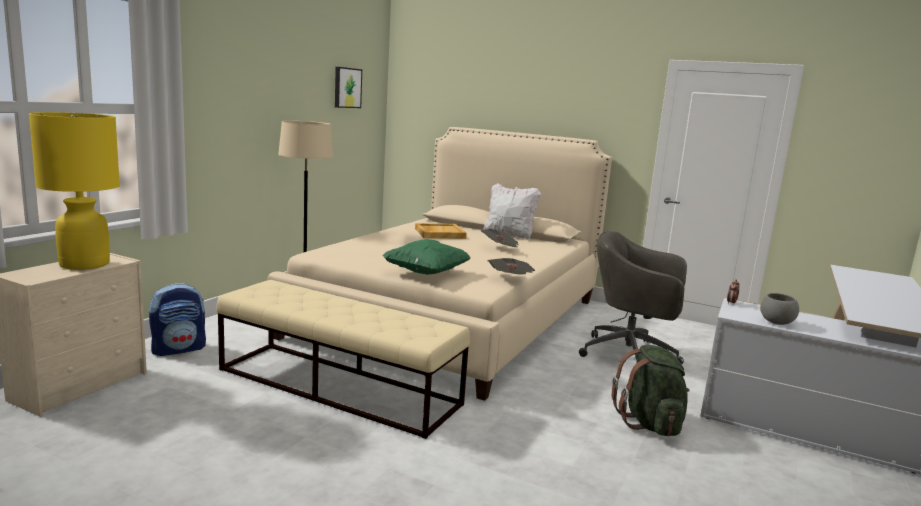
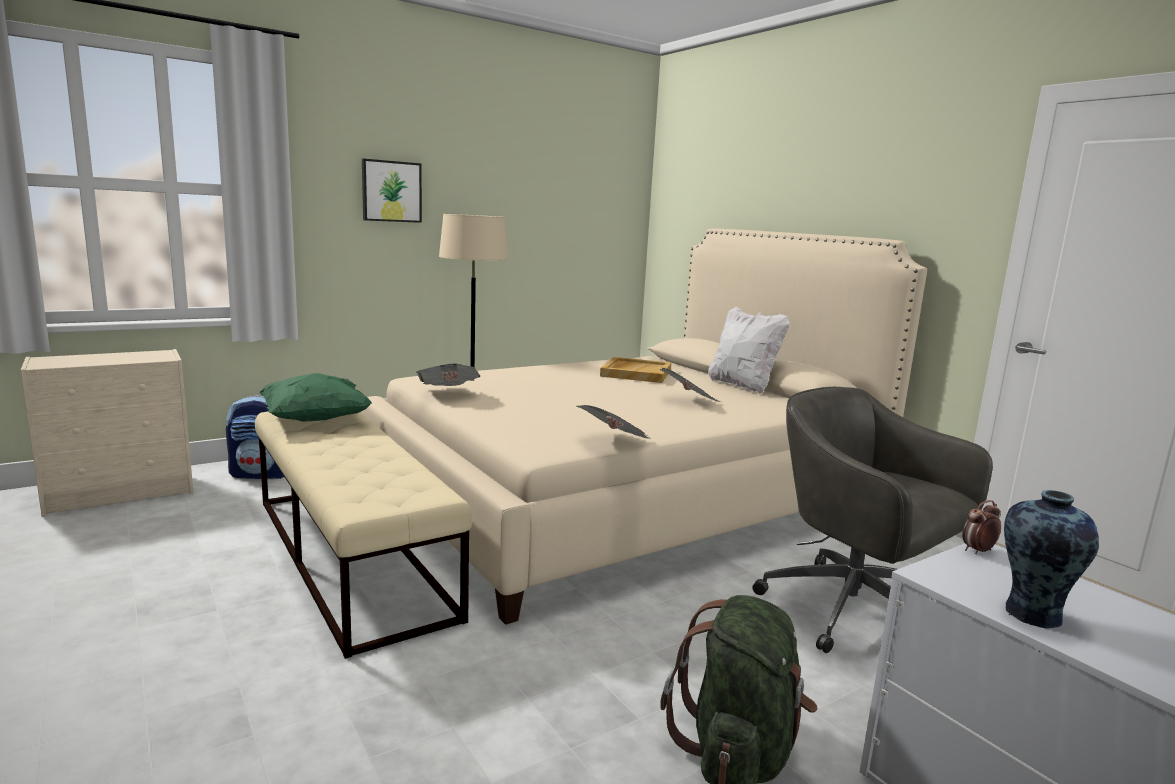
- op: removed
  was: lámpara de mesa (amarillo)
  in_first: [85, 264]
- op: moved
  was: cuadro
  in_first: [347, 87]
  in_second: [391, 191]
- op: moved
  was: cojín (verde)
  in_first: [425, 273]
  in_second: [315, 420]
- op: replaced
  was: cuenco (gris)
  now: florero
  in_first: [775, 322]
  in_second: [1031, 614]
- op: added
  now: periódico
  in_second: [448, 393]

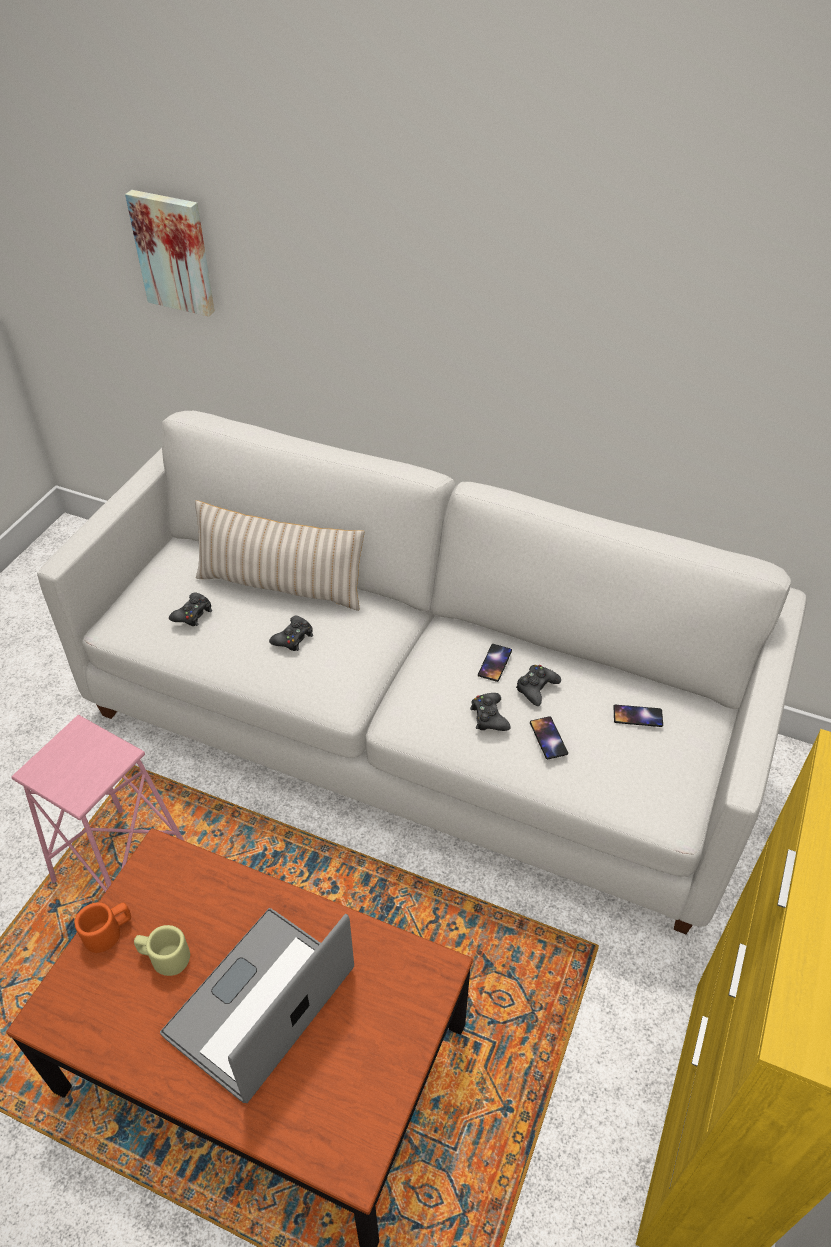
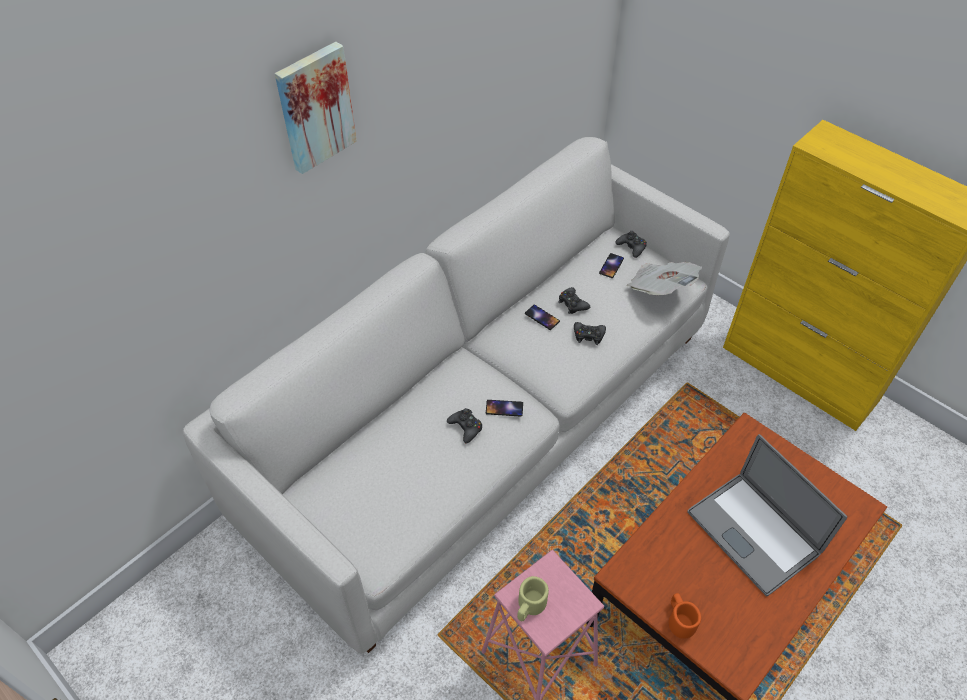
- op: moved
  was: cuadro
  in_first: [174, 252]
  in_second: [314, 107]
- op: moved
  was: taza grande (beis)
  in_first: [164, 957]
  in_second: [529, 606]
- op: moved
  was: mando de consola (negro)
  in_first: [193, 614]
  in_second: [631, 247]
- op: removed
  was: cojín (beis)
  in_first: [280, 585]
- op: moved
  was: móvil
  in_first: [548, 738]
  in_second: [504, 408]
- op: added
  now: periódico
  in_second: [660, 289]

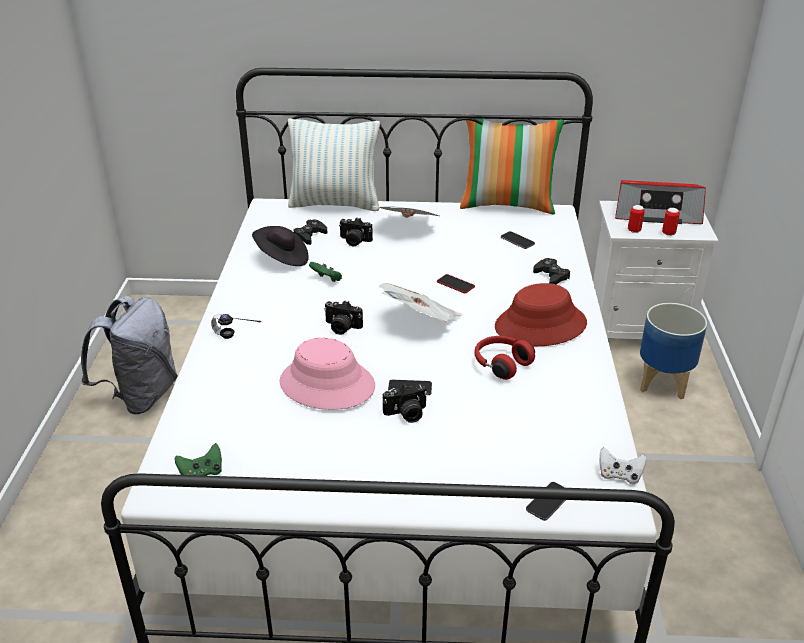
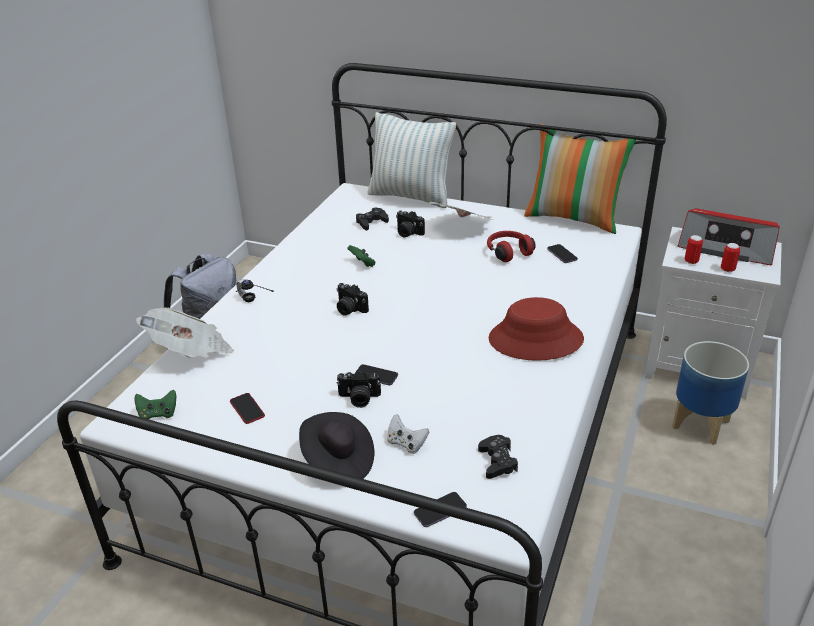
- op: moved
  was: sombrero (negro)
  in_first: [282, 259]
  in_second: [338, 461]
- op: removed
  was: sombrero (rosa)
  in_first: [326, 384]
- op: moved
  was: periódico
  in_first: [422, 321]
  in_second: [191, 352]
- op: moved
  was: móvil
  in_first: [455, 284]
  in_second: [247, 409]
- op: moved
  was: auriculares (rojo)
  in_first: [501, 364]
  in_second: [508, 252]
- op: moved
  was: mando de consola (negro)
  in_first: [551, 276]
  in_second: [497, 461]
- op: moved
  was: mando de consola (blanco)
  in_first: [619, 475]
  in_second: [406, 444]

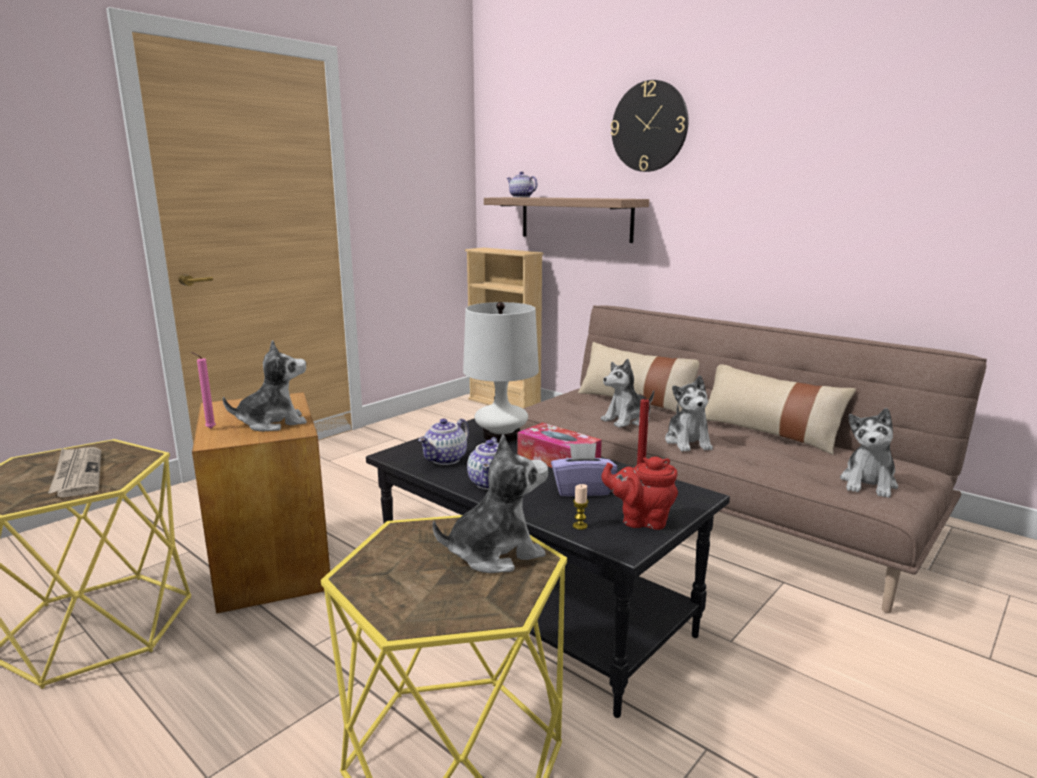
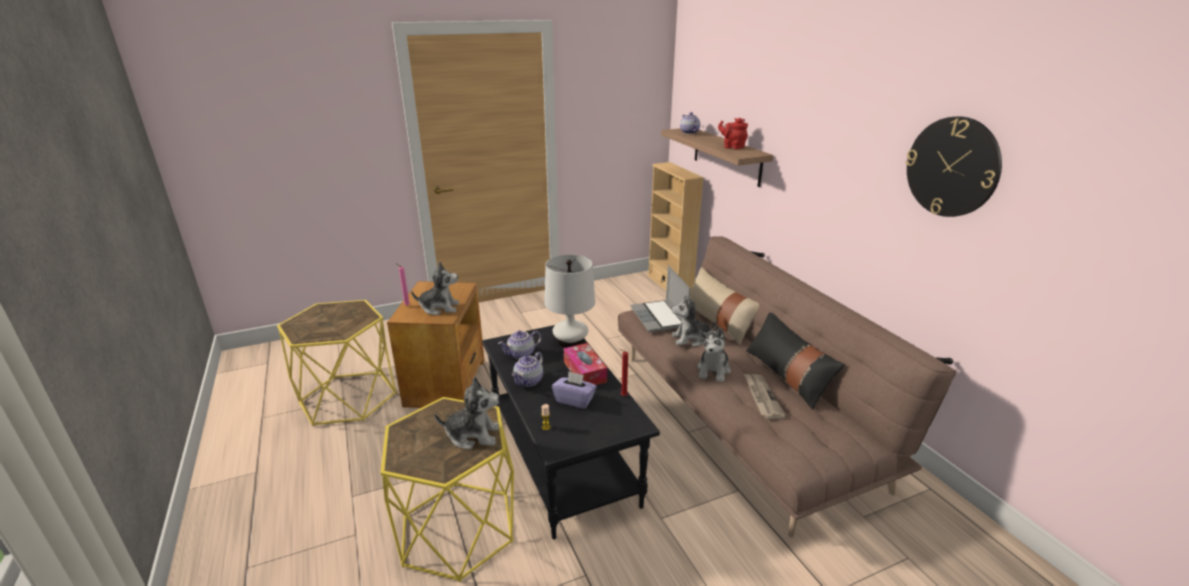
- op: moved
  was: periódico
  in_first: [77, 474]
  in_second: [762, 397]
- op: moved
  was: tetera (rojo)
  in_first: [641, 520]
  in_second: [732, 147]
- op: moved
  was: reloj de pared
  in_first: [649, 126]
  in_second: [952, 167]
- op: recoloured
  was: cojín (beis)
  now: cojín (negro)
  in_first: [769, 432]
  in_second: [787, 375]
- op: removed
  was: peluche
  in_first: [868, 483]
- op: added
  now: portátil
  in_second: [659, 318]

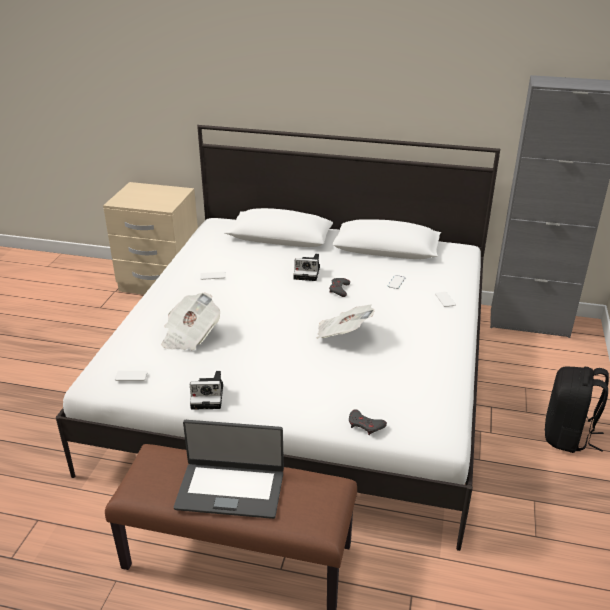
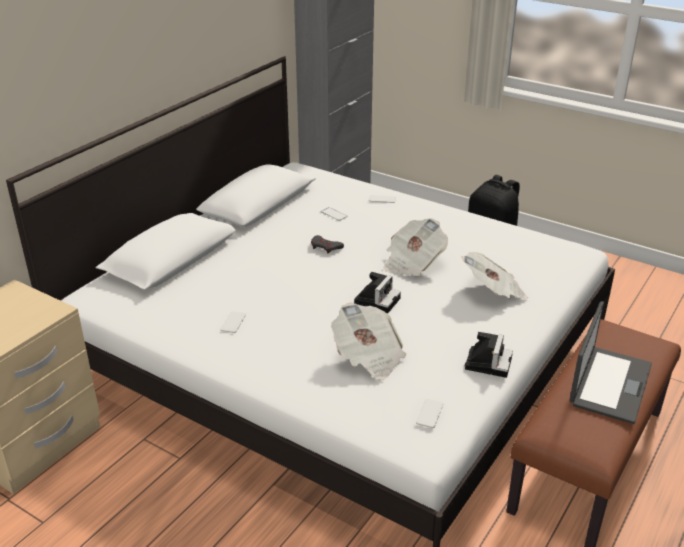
- op: moved
  was: cámara
  in_first: [308, 273]
  in_second: [377, 299]
- op: removed
  was: mando de consola (gris)
  in_first: [365, 425]
- op: added
  now: periódico
  in_second: [493, 291]

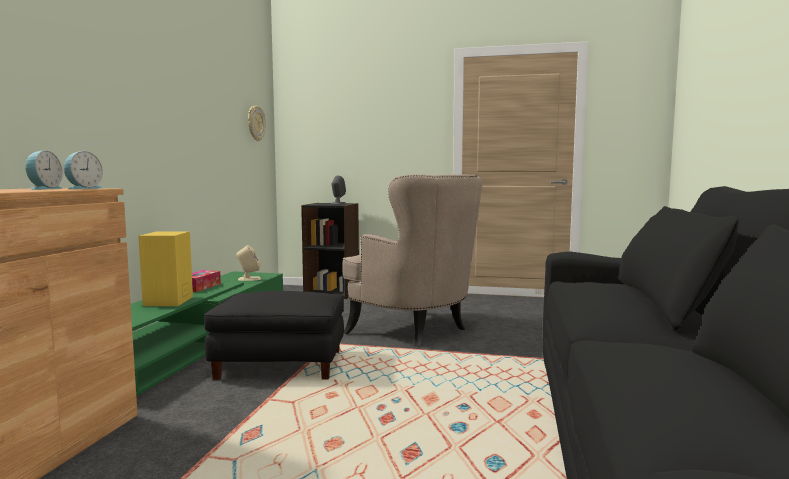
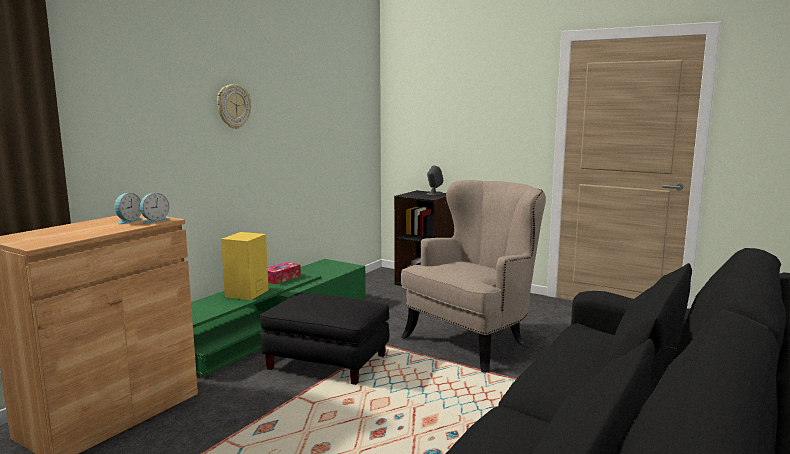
- op: removed
  was: altavoz (beis)
  in_first: [249, 279]
- op: moved
  was: reloj de pared
  in_first: [255, 123]
  in_second: [233, 106]
- op: turned
  was: sillón (beis)
  in_first: [416, 331]
  in_second: [473, 341]
  clockwise: -105

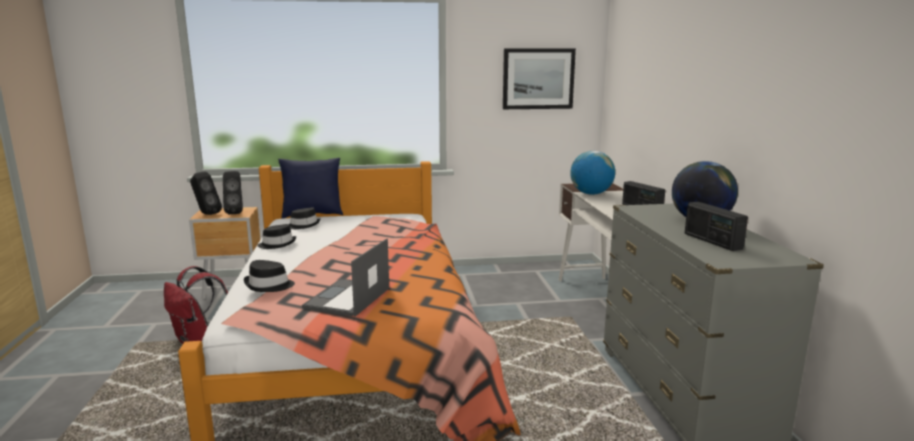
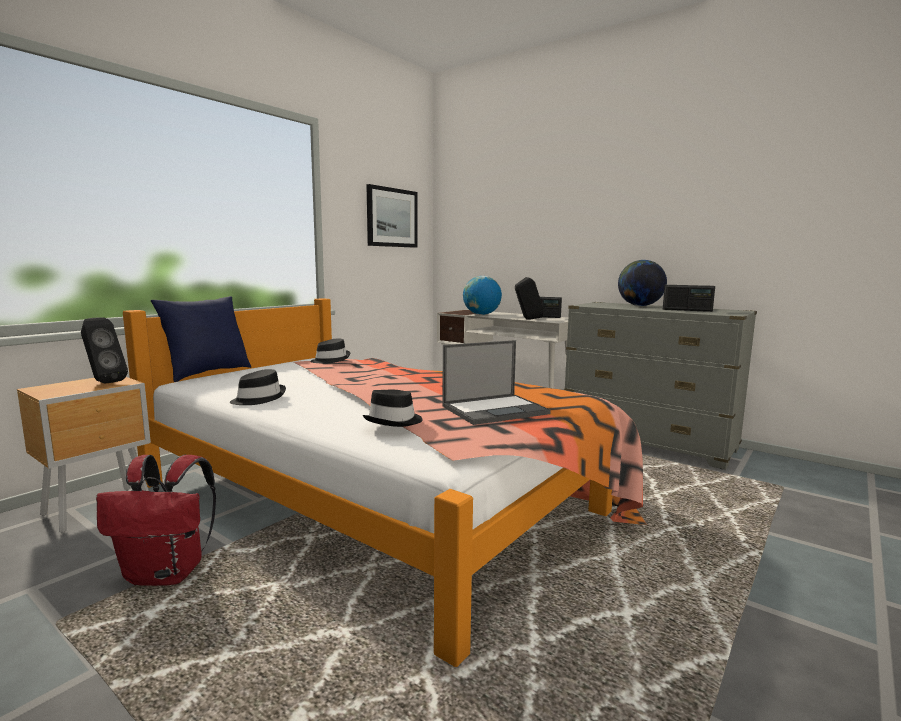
- op: moved
  was: altavoz (negro)
  in_first: [206, 214]
  in_second: [527, 319]
- op: moved
  was: sombrero (negro)
  in_first: [303, 225]
  in_second: [330, 360]
- op: turned
  was: portátil
  in_first: [347, 298]
  in_second: [495, 410]
  clockwise: -90

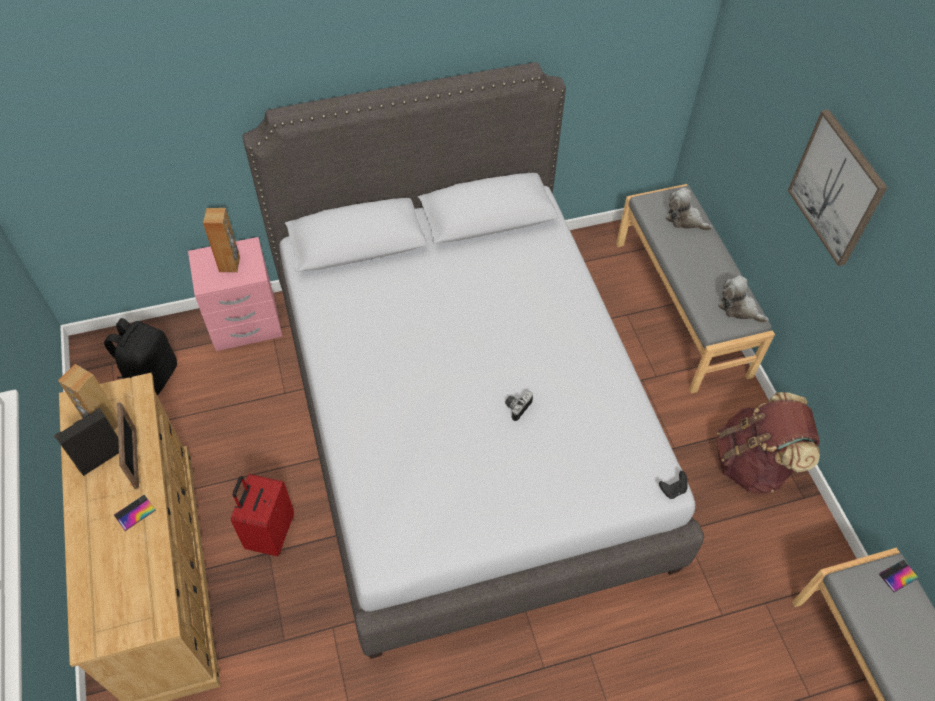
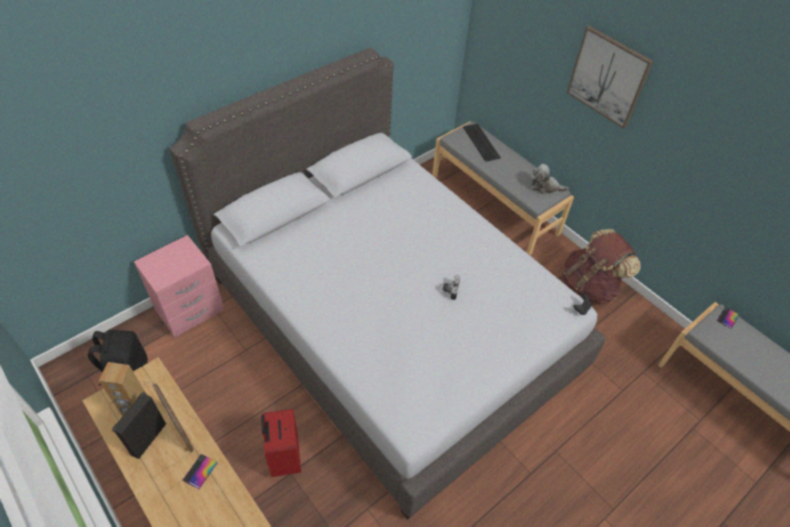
- op: removed
  was: altavoz (marrón)
  in_first: [230, 264]
- op: replaced
  was: peluche
  now: teclado
  in_first: [685, 219]
  in_second: [482, 142]

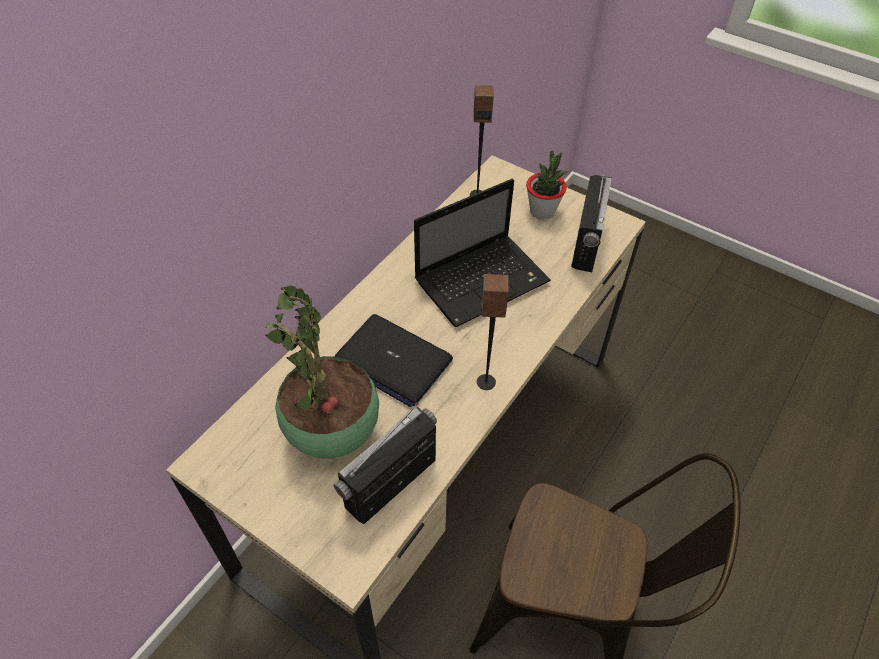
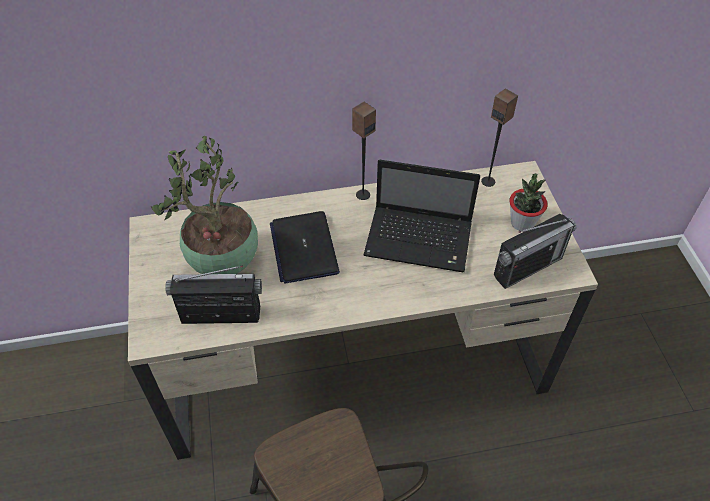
- op: moved
  was: altavoz
  in_first: [485, 382]
  in_second: [362, 194]

